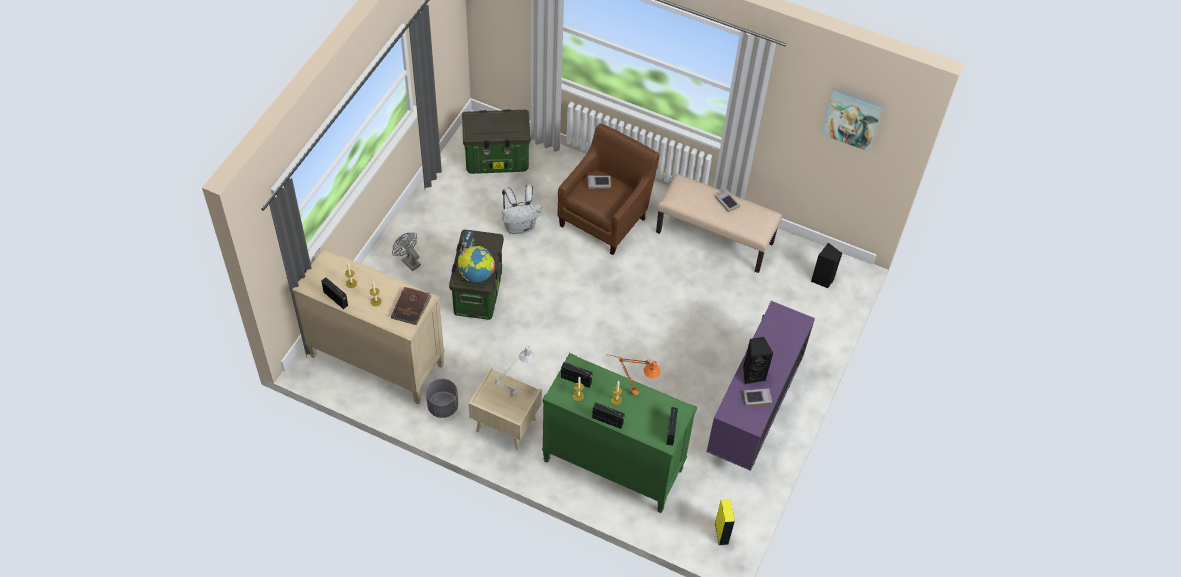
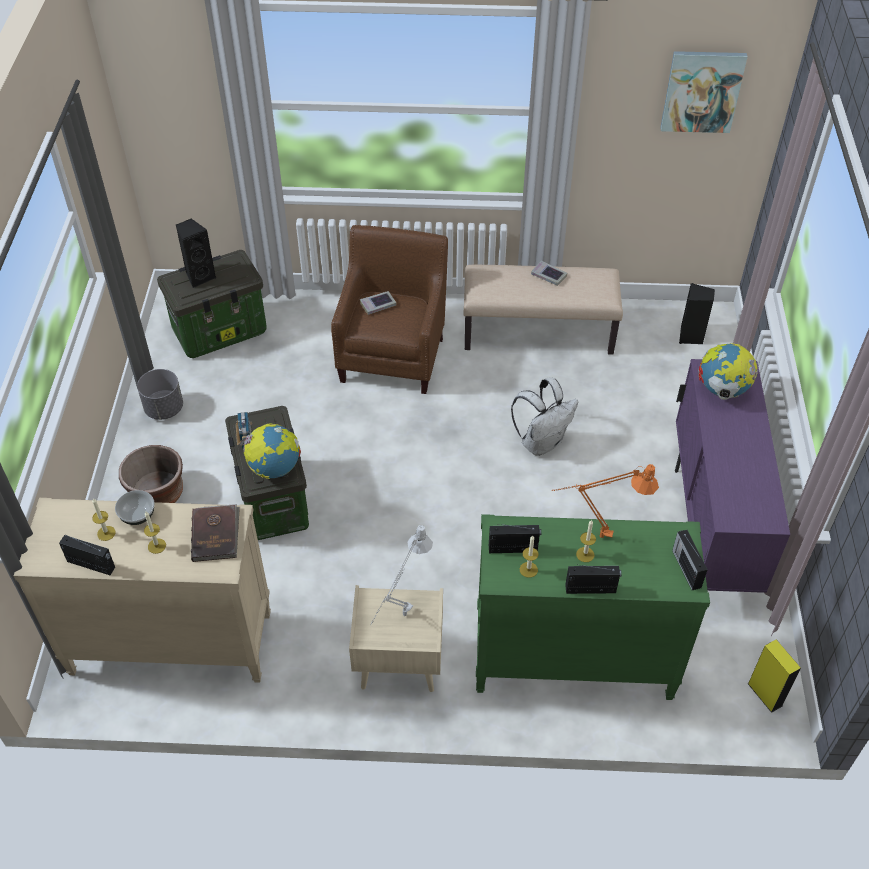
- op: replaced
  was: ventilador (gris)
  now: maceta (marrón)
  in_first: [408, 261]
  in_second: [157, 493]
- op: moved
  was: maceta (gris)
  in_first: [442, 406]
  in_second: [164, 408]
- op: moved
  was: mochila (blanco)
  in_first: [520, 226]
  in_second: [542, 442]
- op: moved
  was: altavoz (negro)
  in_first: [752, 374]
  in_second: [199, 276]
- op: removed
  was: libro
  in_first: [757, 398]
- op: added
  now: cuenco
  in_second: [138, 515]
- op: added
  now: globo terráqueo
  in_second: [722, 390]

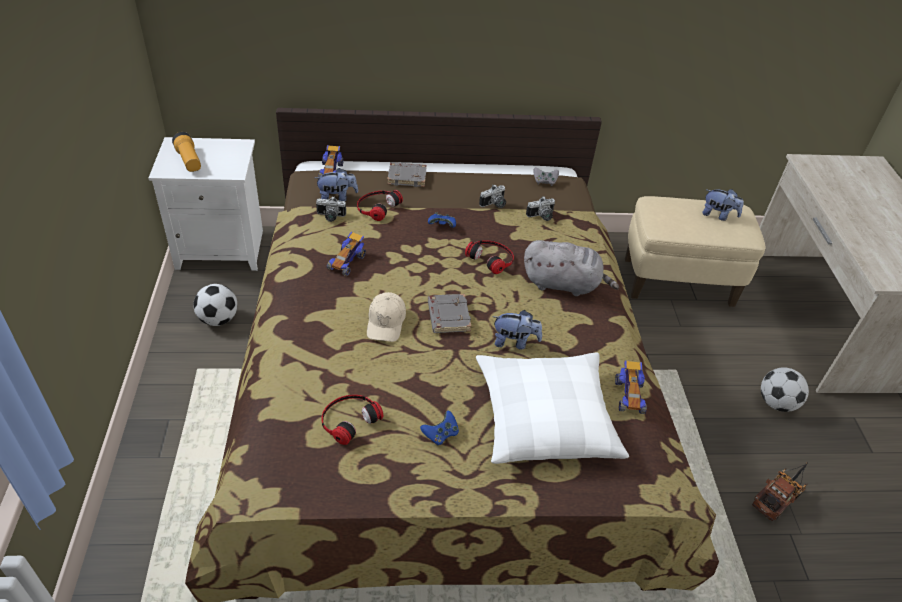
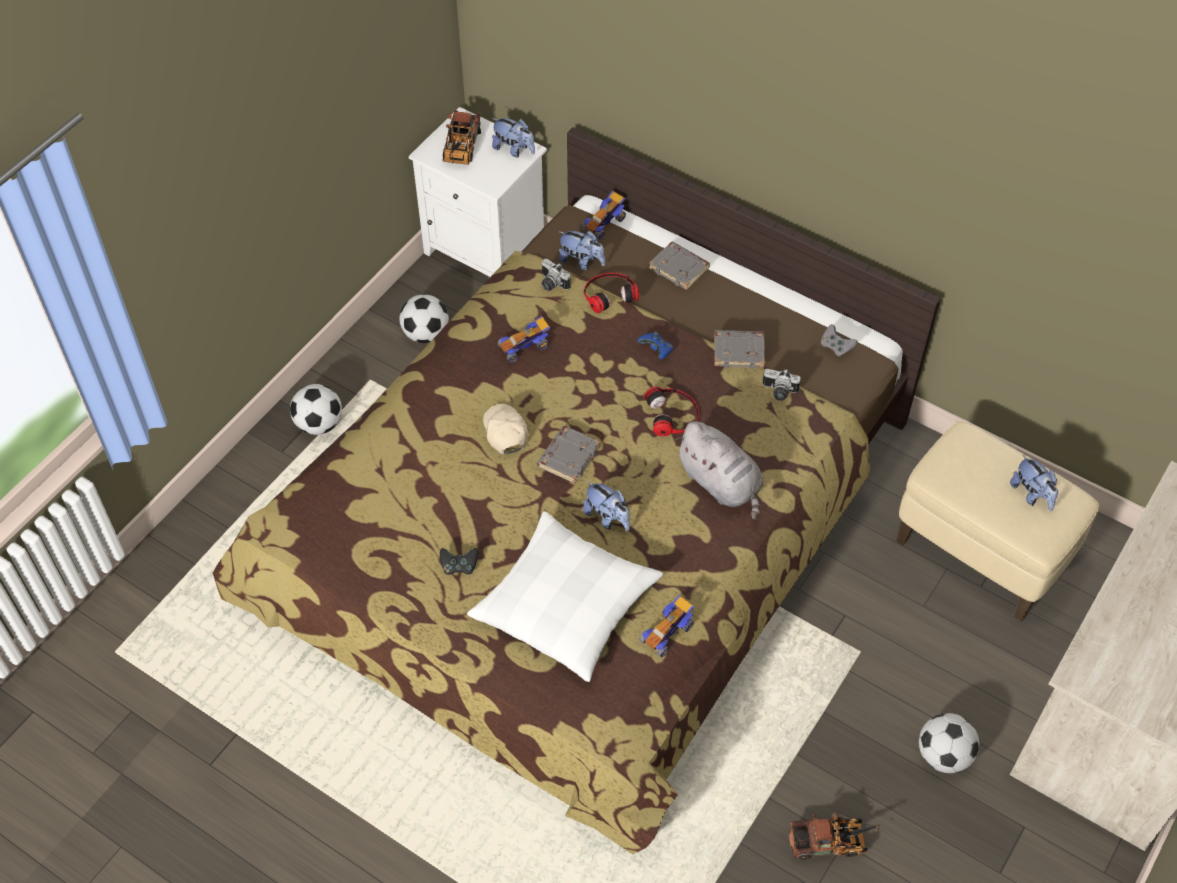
- op: replaced
  was: linterna
  now: camión de juguete
  in_first: [189, 160]
  in_second: [461, 149]
- op: removed
  was: auriculares
  in_first: [349, 419]
- op: turned
  was: gorra (beis)
  in_first: [386, 322]
  in_second: [505, 432]
  clockwise: 120
- op: recoloured
  was: mando de consola (azul)
  now: mando de consola (negro)
  in_first: [440, 434]
  in_second: [459, 566]
- op: replaced
  was: cámara
  now: libro (gris)
  in_first: [494, 204]
  in_second: [739, 351]
- op: added
  now: balón de fútbol
  in_second: [319, 424]
- op: added
  now: peluche
  in_second: [514, 149]

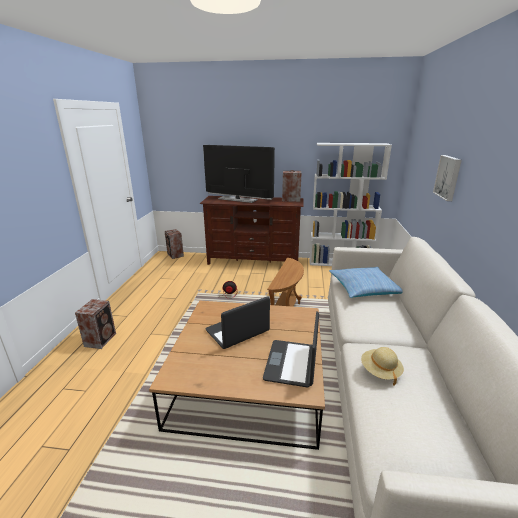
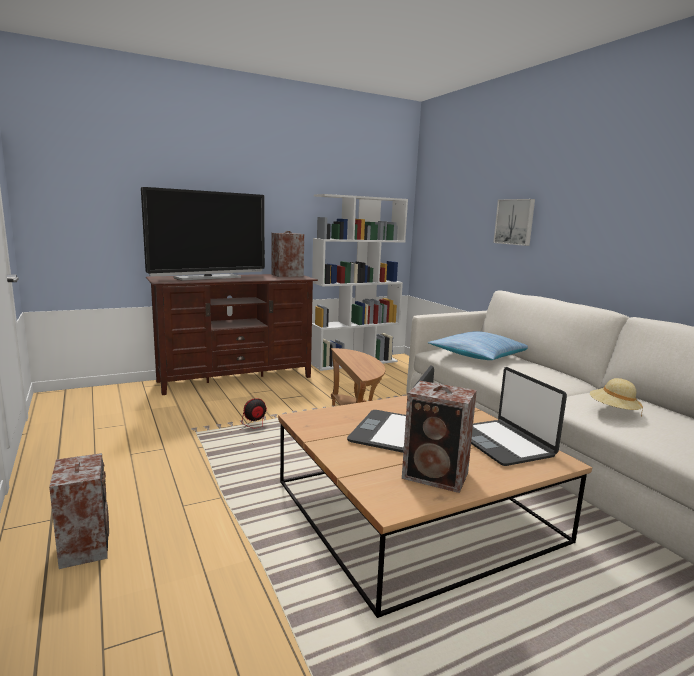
- op: moved
  was: altavoz
  in_first: [175, 255]
  in_second: [437, 476]
- op: turned
  was: televisor
  in_first: [237, 199]
  in_second: [208, 277]
  clockwise: 150

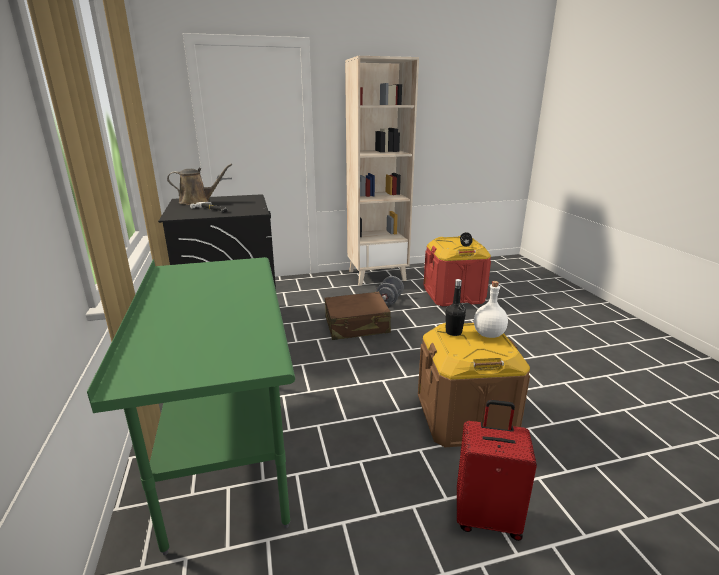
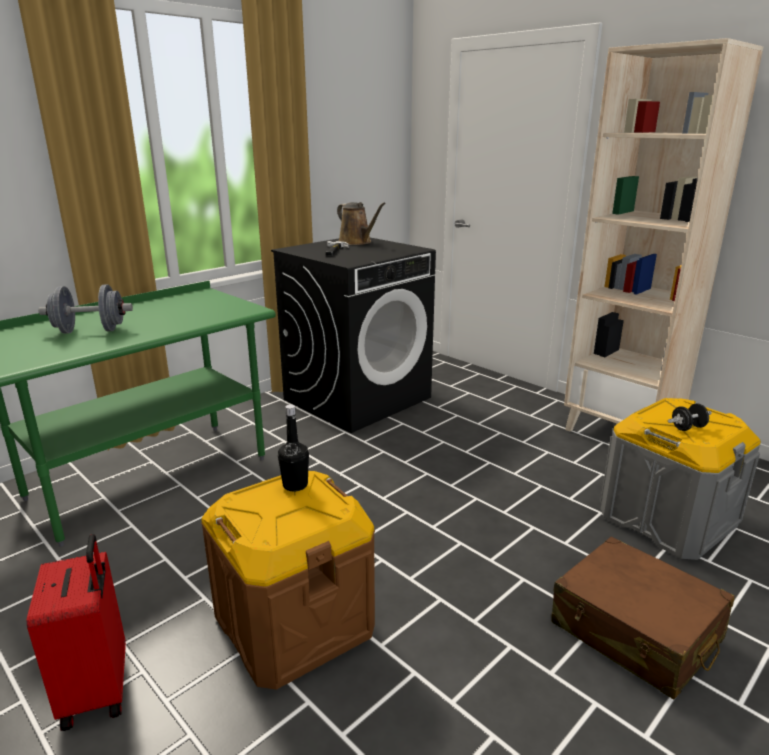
- op: moved
  was: maleta (marrón)
  in_first: [357, 326]
  in_second: [635, 631]
- op: moved
  was: mancuerna (gris)
  in_first: [389, 300]
  in_second: [90, 331]
- op: recoloured
  was: caja de almacenaje (rojo)
  now: caja de almacenaje (gris)
  in_first: [453, 295]
  in_second: [667, 519]
- op: removed
  was: botella (blanco)
  in_first: [488, 334]

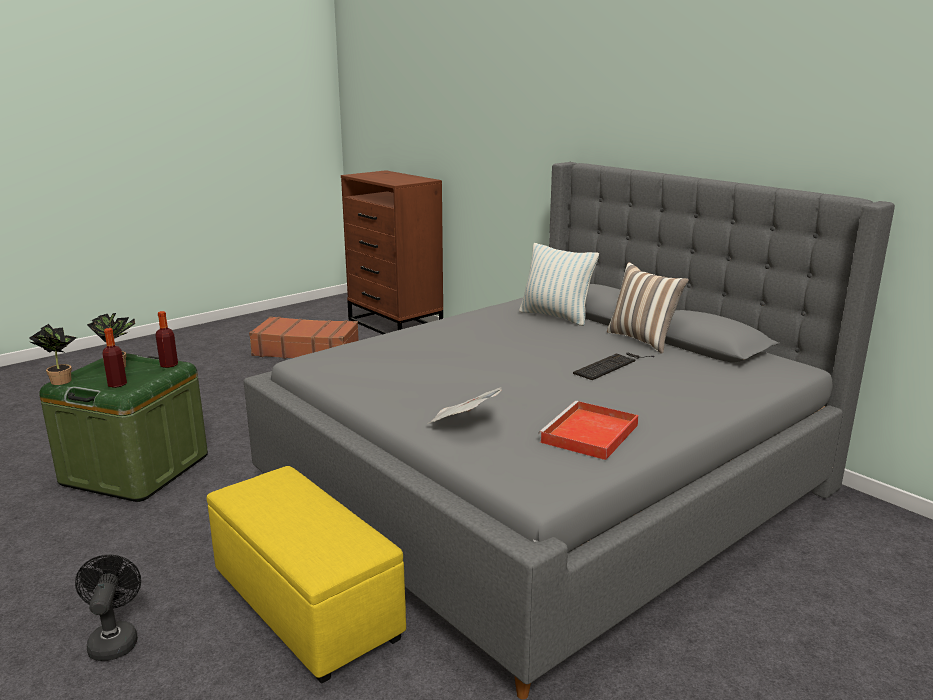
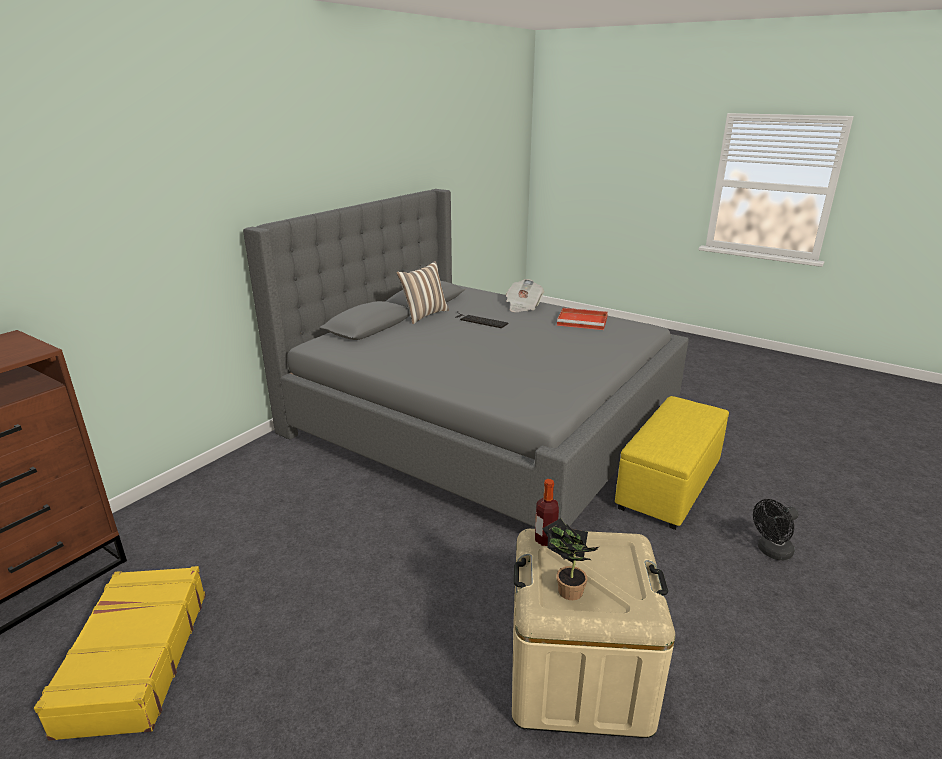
- op: removed
  was: planta en maceta
  in_first: [60, 380]
- op: recoloured
  was: caja de almacenaje (verde)
  now: caja de almacenaje (beis)
  in_first: [135, 469]
  in_second: [578, 674]
- op: removed
  was: botella
  in_first: [117, 384]
- op: recoloured
  was: maleta (marrón)
  now: maleta (amarillo)
  in_first: [306, 350]
  in_second: [135, 660]
- op: moved
  was: periódico
  in_first: [464, 424]
  in_second: [523, 306]
- op: removed
  was: cojín
  in_first: [556, 316]

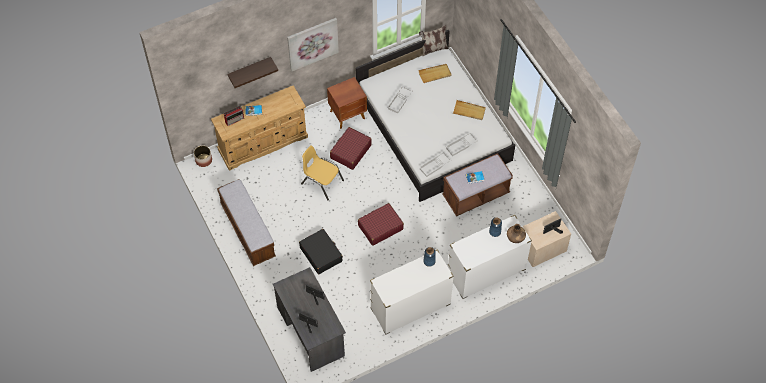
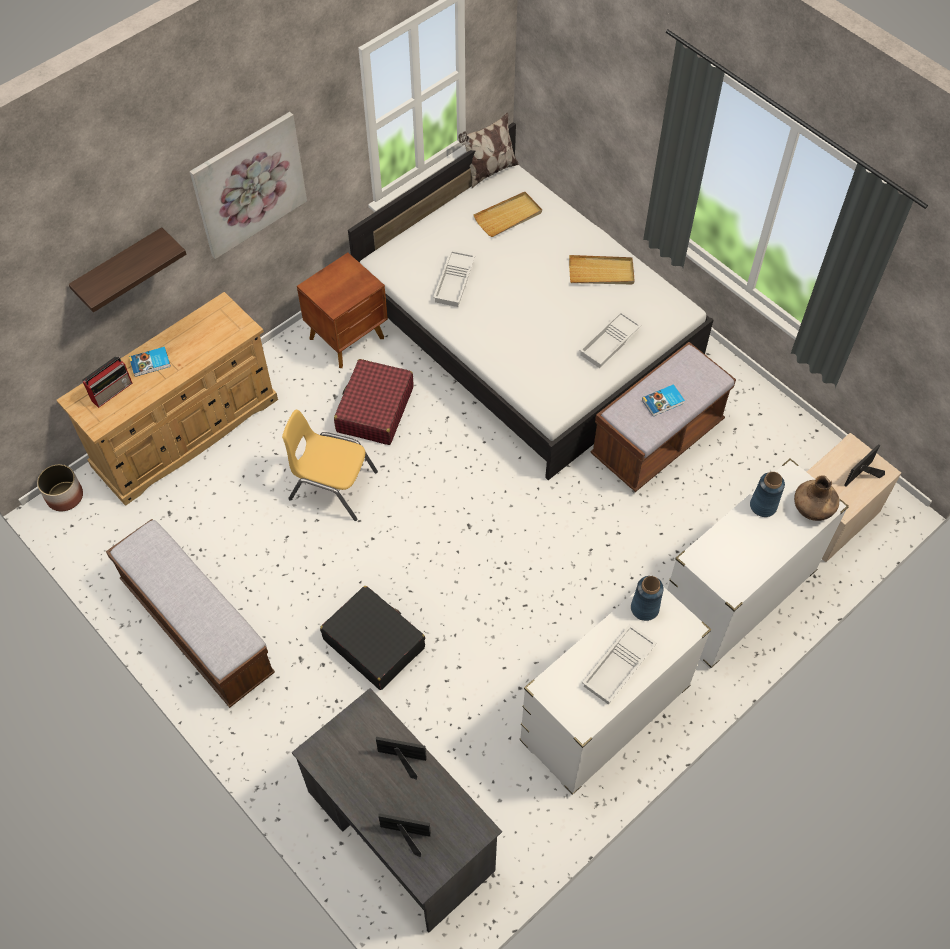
- op: removed
  was: maleta (rojo)
  in_first: [380, 227]
- op: moved
  was: bandeja (blanco)
  in_first: [435, 166]
  in_second: [619, 668]

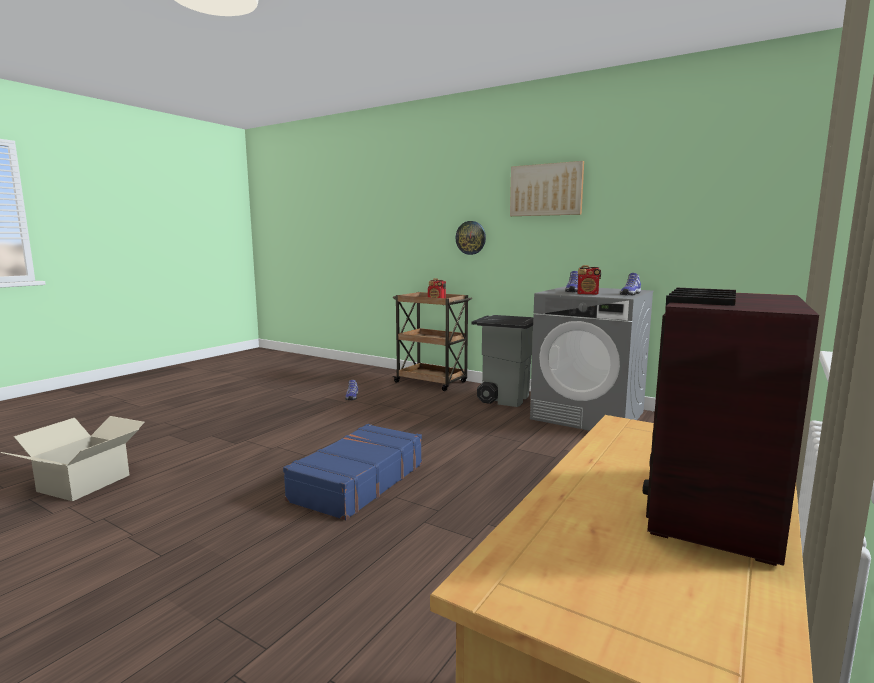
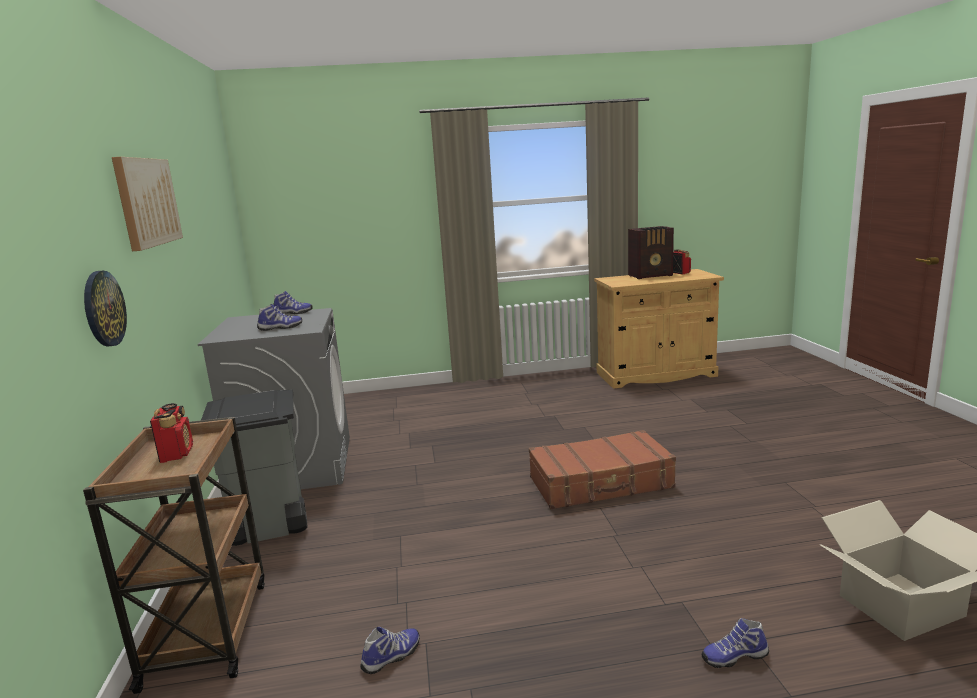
- op: recoloured
  was: maleta (azul)
  now: maleta (marrón)
  in_first: [357, 482]
  in_second: [601, 483]
- op: moved
  was: radio
  in_first: [588, 294]
  in_second: [680, 273]
- op: added
  now: zapato
  in_second: [734, 656]

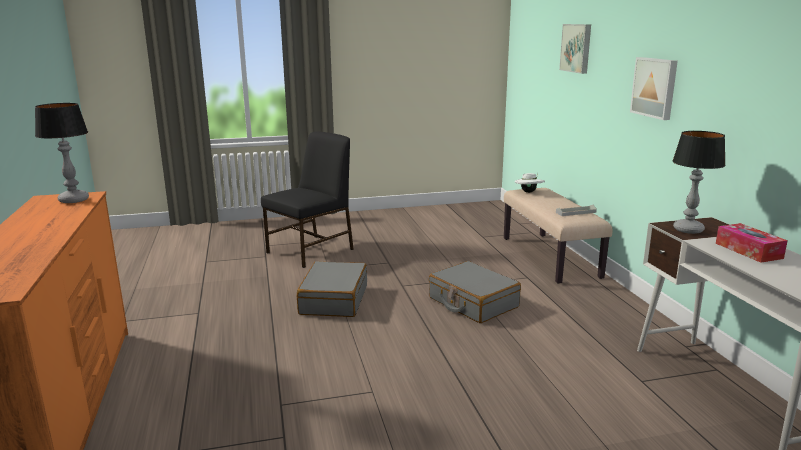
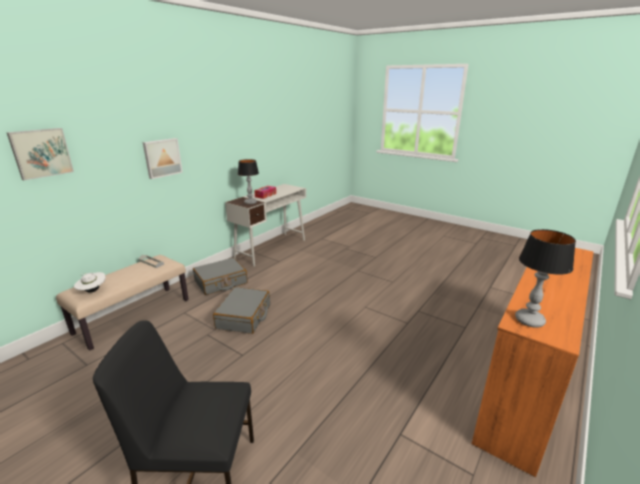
- op: moved
  was: maleta (gris)
  in_first: [333, 300]
  in_second: [221, 282]

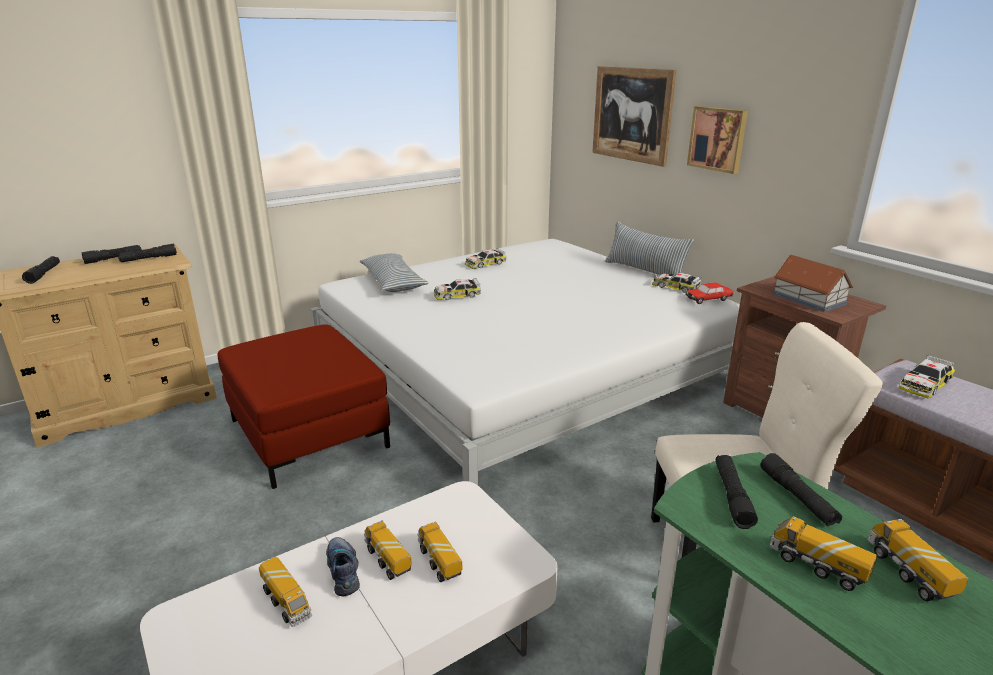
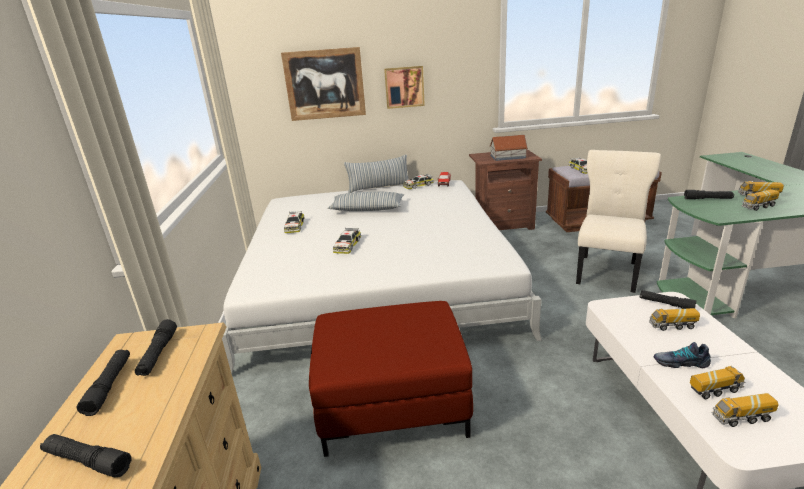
- op: moved
  was: cojín
  in_first: [393, 282]
  in_second: [367, 209]
- op: moved
  was: camión de juguete
  in_first: [388, 560]
  in_second: [741, 418]
- op: moved
  was: linterna (negro)
  in_first: [732, 496]
  in_second: [666, 304]

